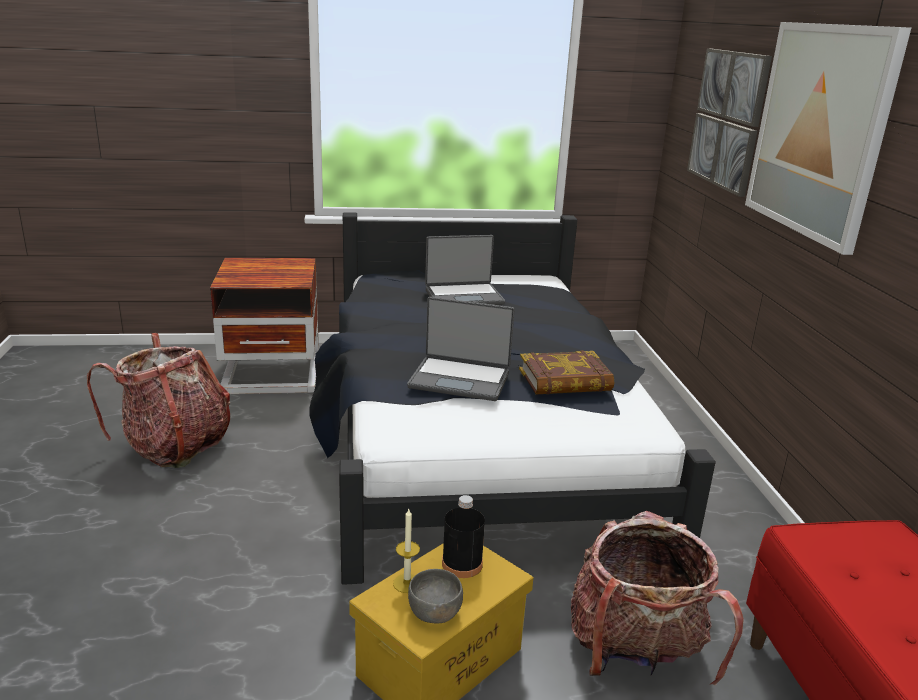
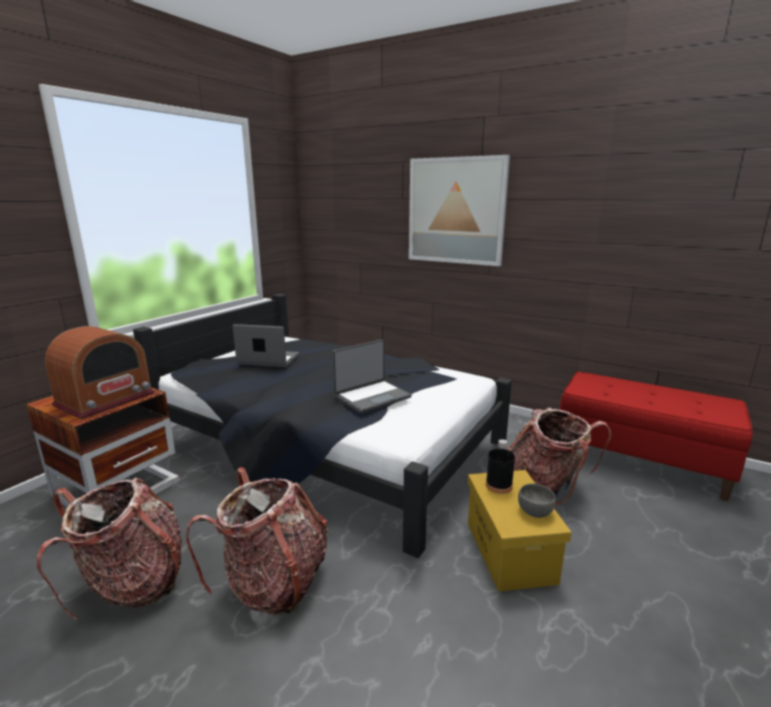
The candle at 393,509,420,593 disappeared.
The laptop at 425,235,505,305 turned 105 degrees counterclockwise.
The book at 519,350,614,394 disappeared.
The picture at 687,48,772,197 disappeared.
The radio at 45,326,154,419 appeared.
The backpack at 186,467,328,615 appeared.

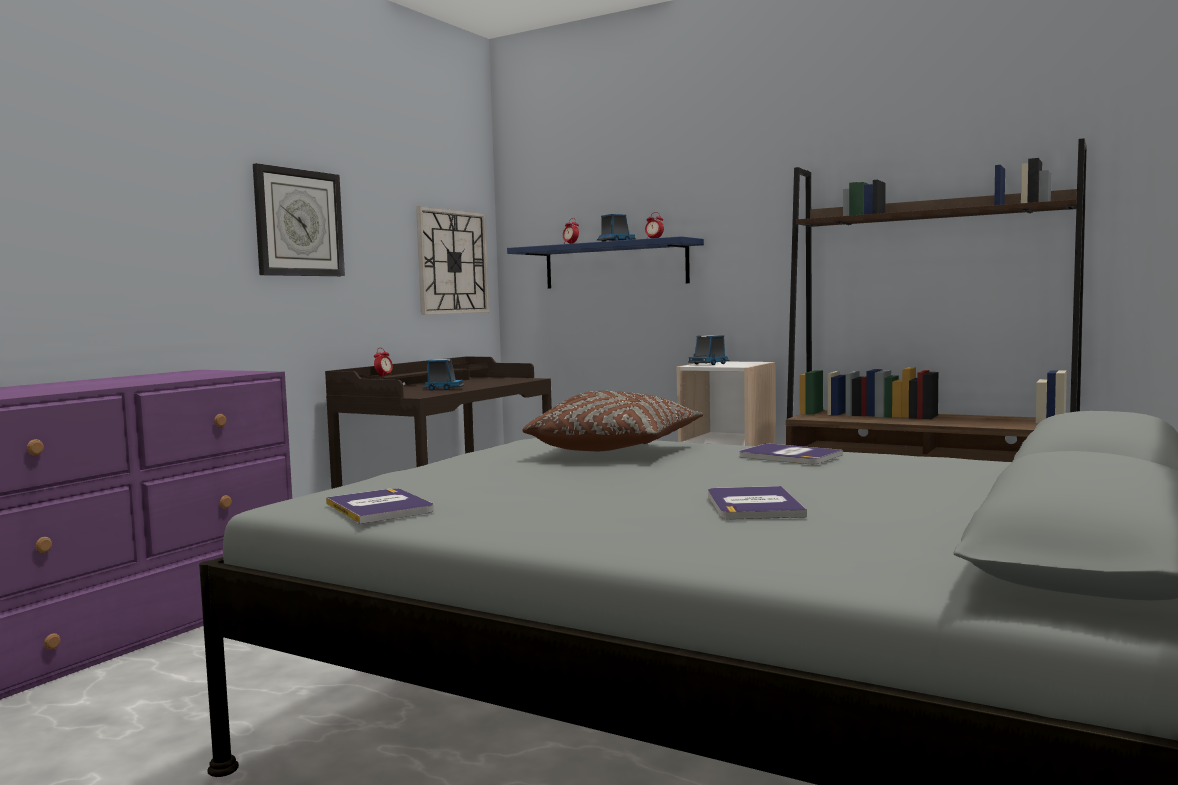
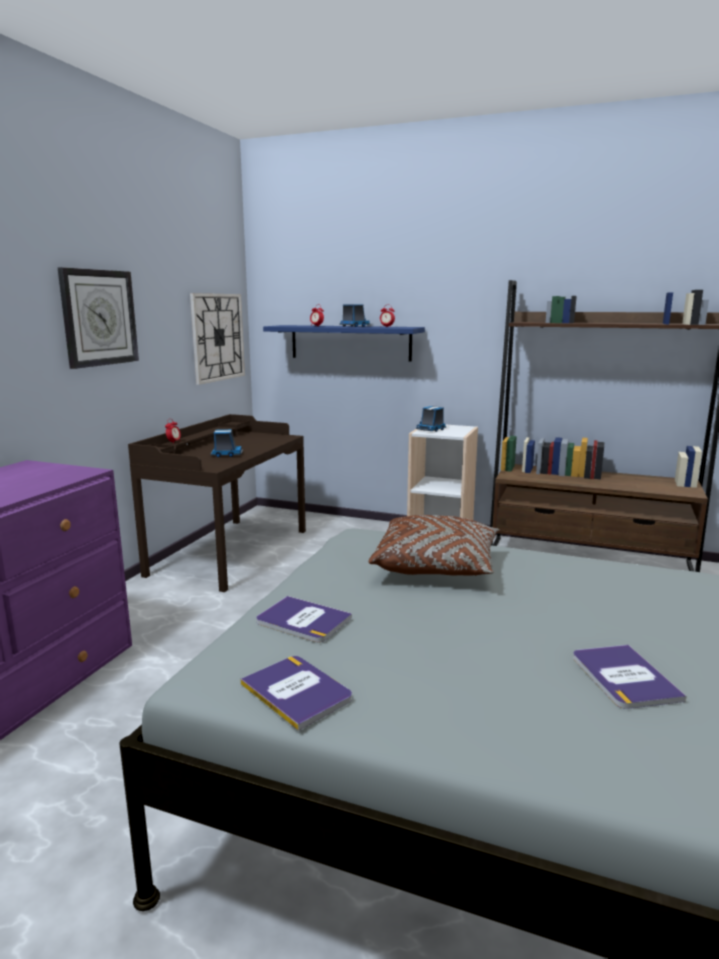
The book moved from 739,443,843,464 to 256,596,352,643.

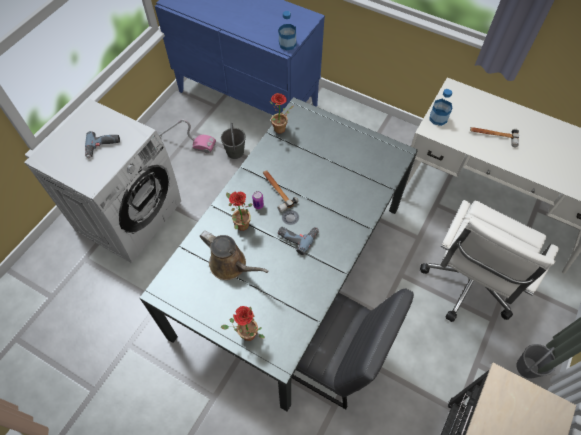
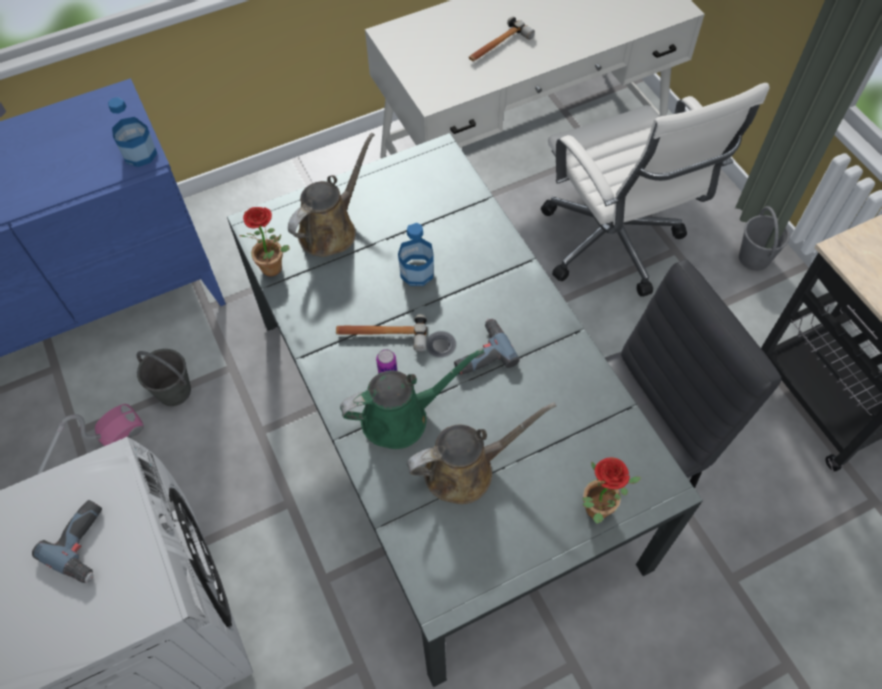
The potted plant at 226,191,252,231 was replaced by the watering can/green at 340,348,484,449.
The bottle moved from 429,89,452,126 to 398,223,434,286.
The watering can/brown at 288,133,374,257 appeared.

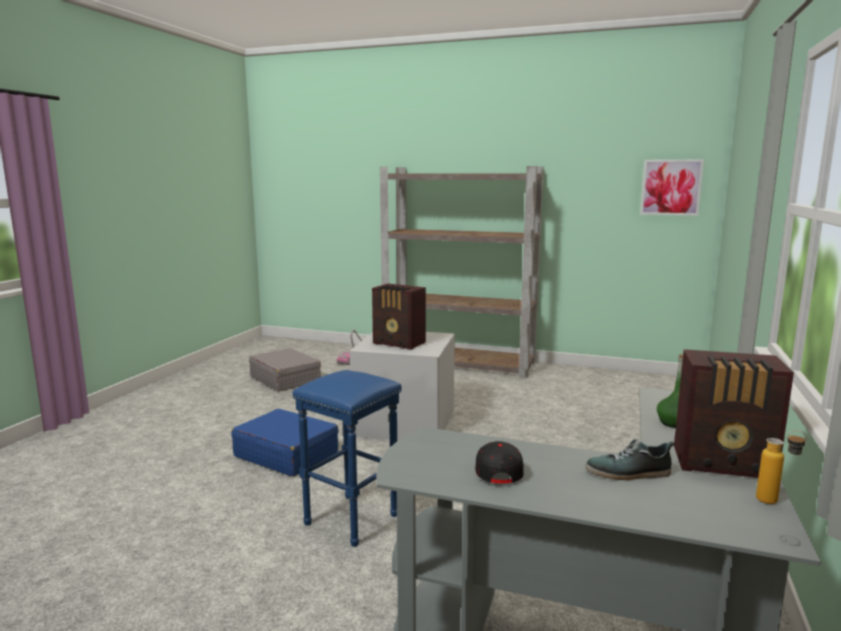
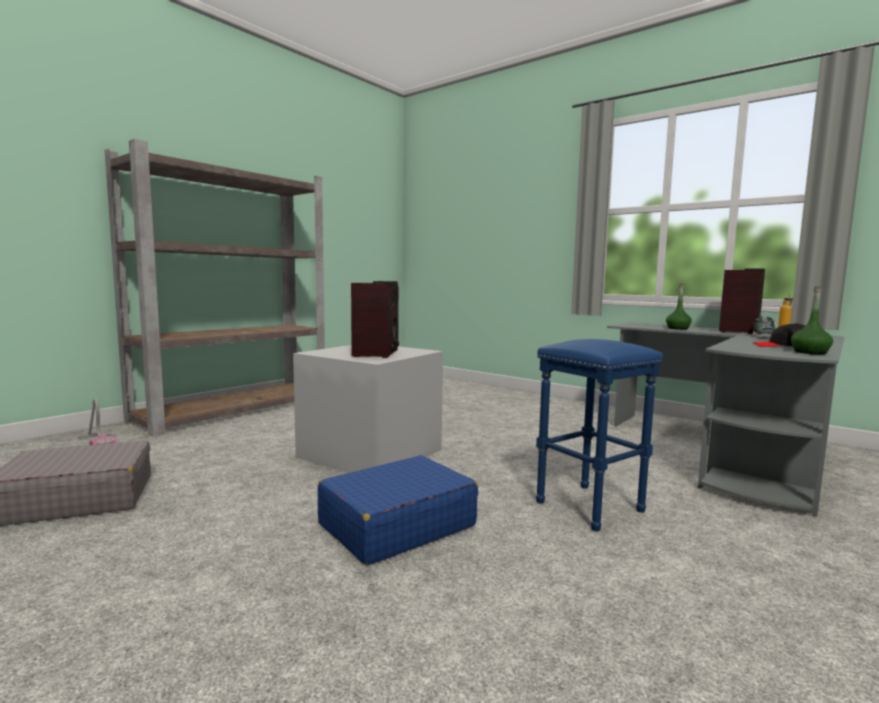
The radio at 372,284,426,350 turned 45 degrees counterclockwise.
The picture at 640,159,704,216 disappeared.
The bottle/green at 791,286,833,354 appeared.

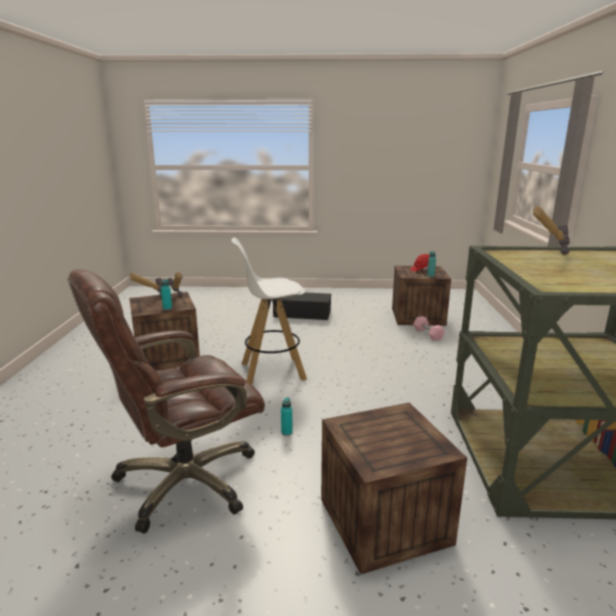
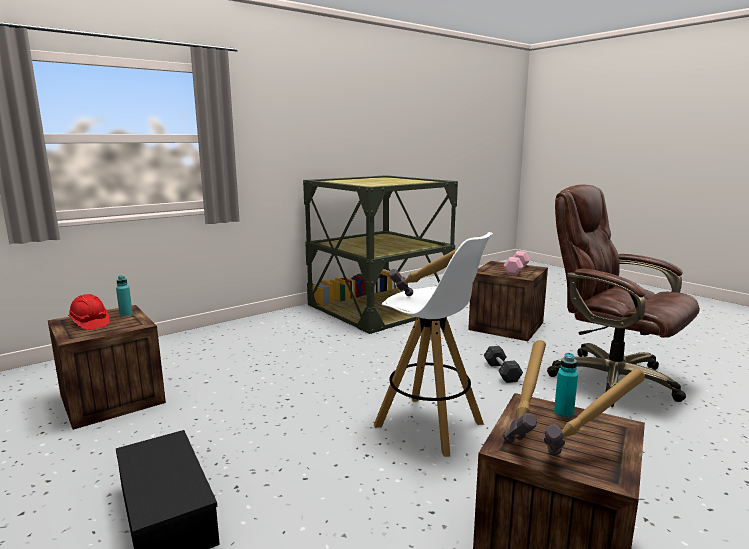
The office chair/brown at 68,269,265,534 turned 150 degrees counterclockwise.
The bottle/turquoise at 281,397,293,436 was replaced by the dumbbell/grey at 484,346,523,383.
The dumbbell/pink moved from 413,316,445,341 to 503,251,530,275.
The hammer moved from 533,206,570,255 to 389,248,458,296.

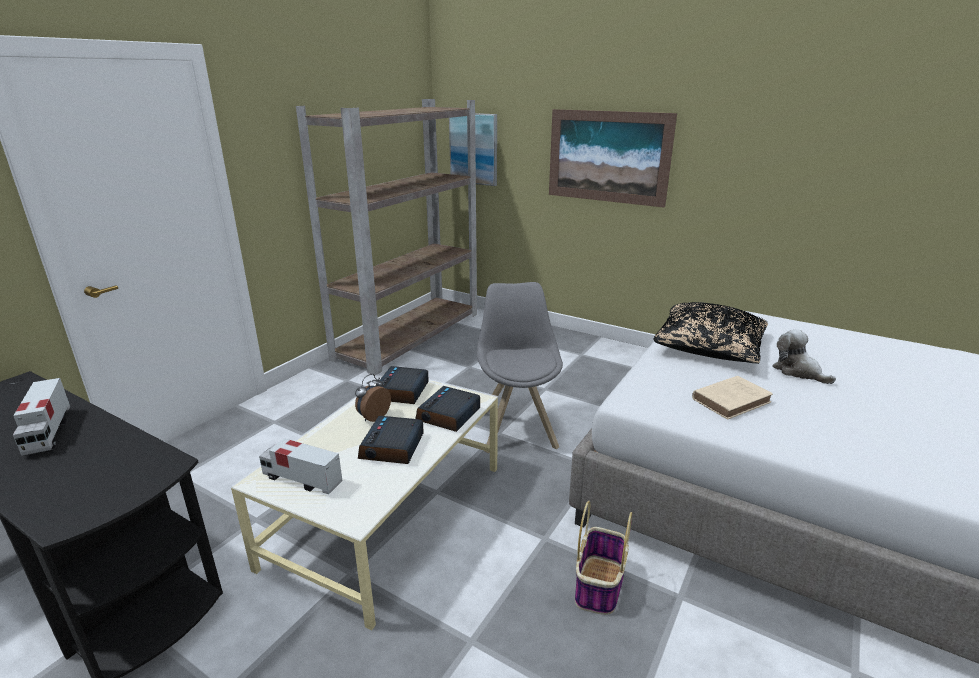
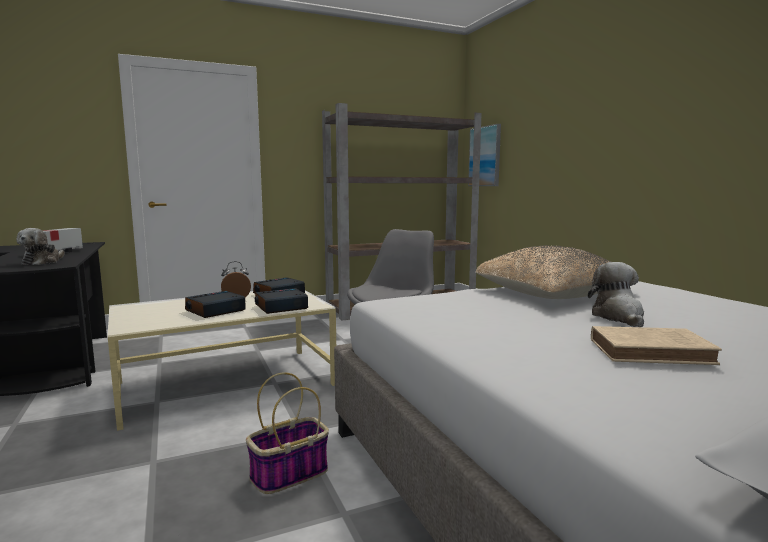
The toy truck at 259,438,342,494 disappeared.
The picture at 549,109,677,208 disappeared.
The pillow/black at 653,302,769,364 became the pillow/beige at 475,245,639,299.
The book/beige moved from 692,376,773,420 to 591,326,722,365.
The plush toy at 16,228,65,265 appeared.

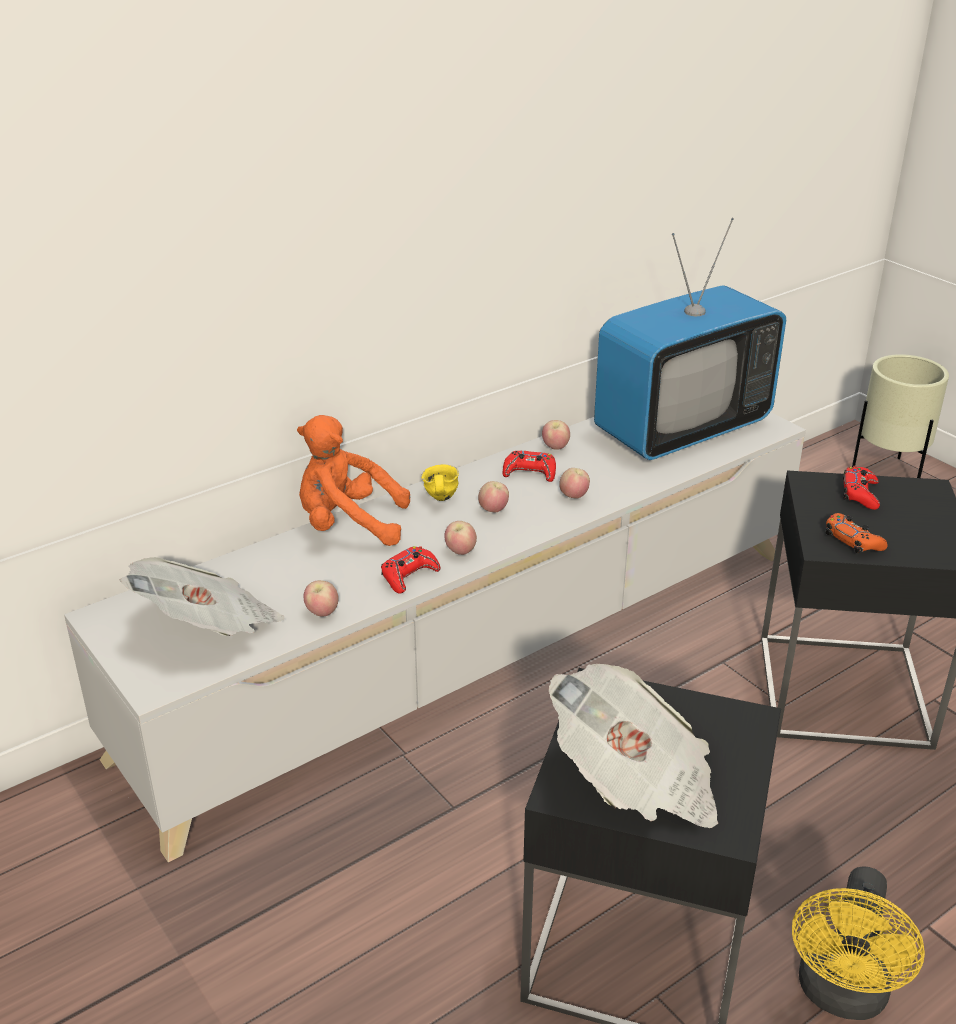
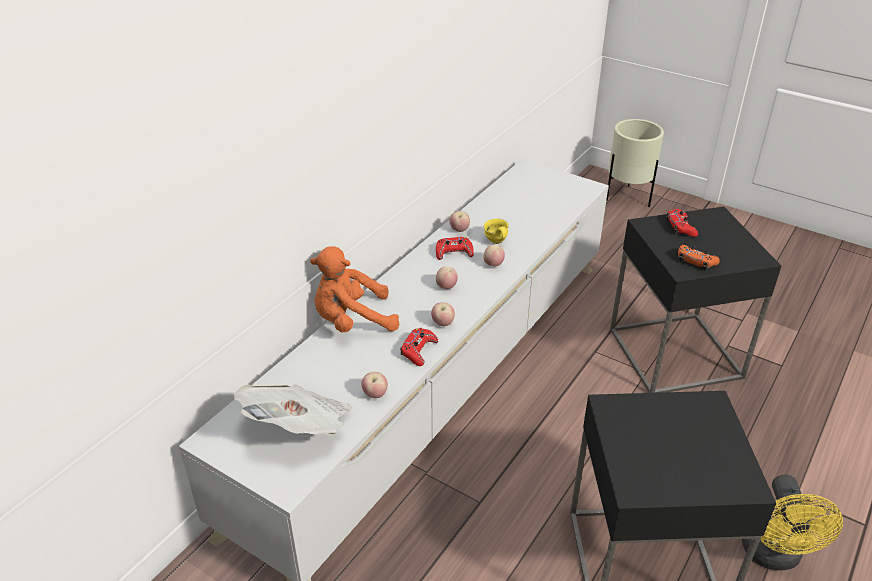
The mug/yellow moved from 421,464,459,501 to 483,219,509,244.
The newspaper at 549,664,718,828 disappeared.
The television at 594,218,786,460 disappeared.

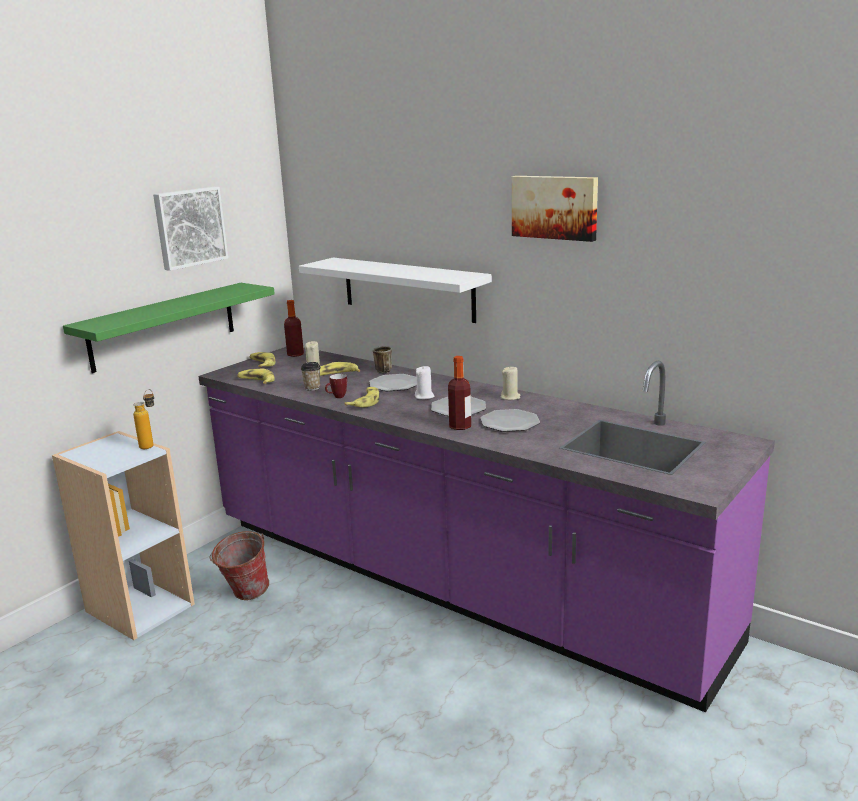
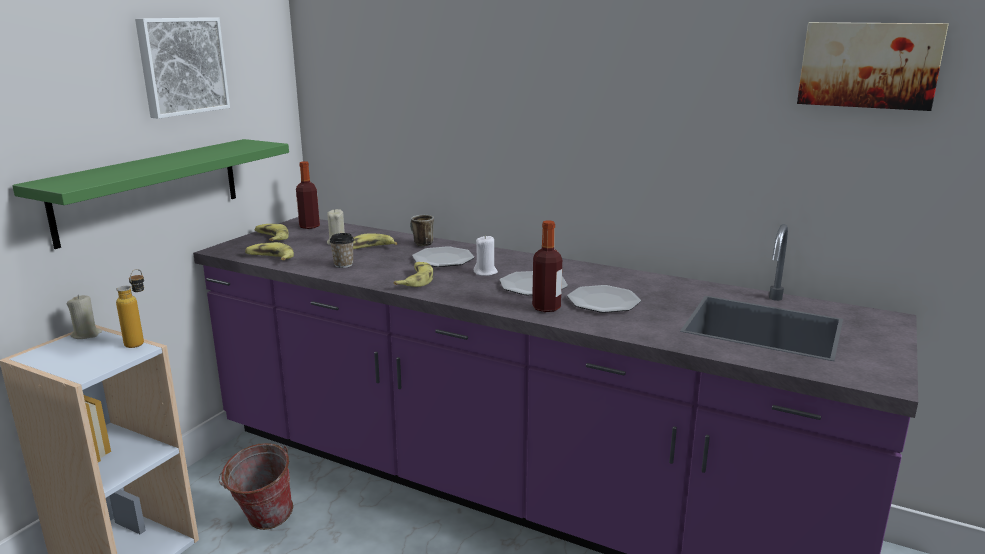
The shelf/white at 299,258,492,323 disappeared.
The mug at 325,374,347,398 disappeared.
The candle/beige moved from 500,367,520,400 to 67,295,102,339.
The picture moved from 512,176,598,242 to 797,22,949,111.

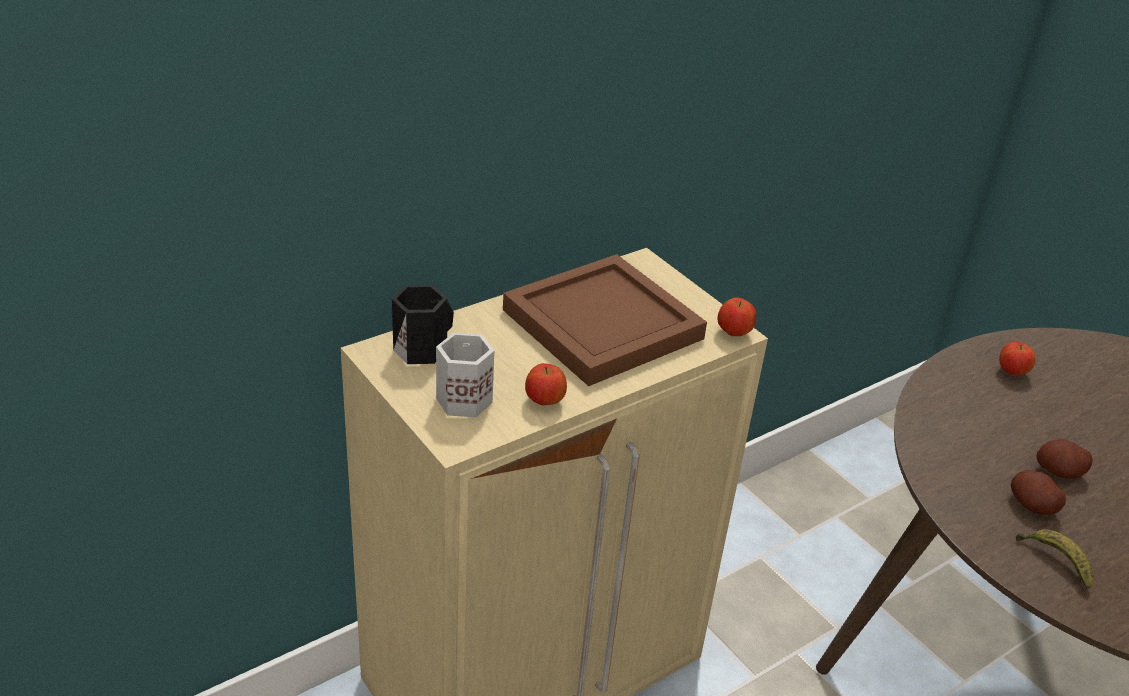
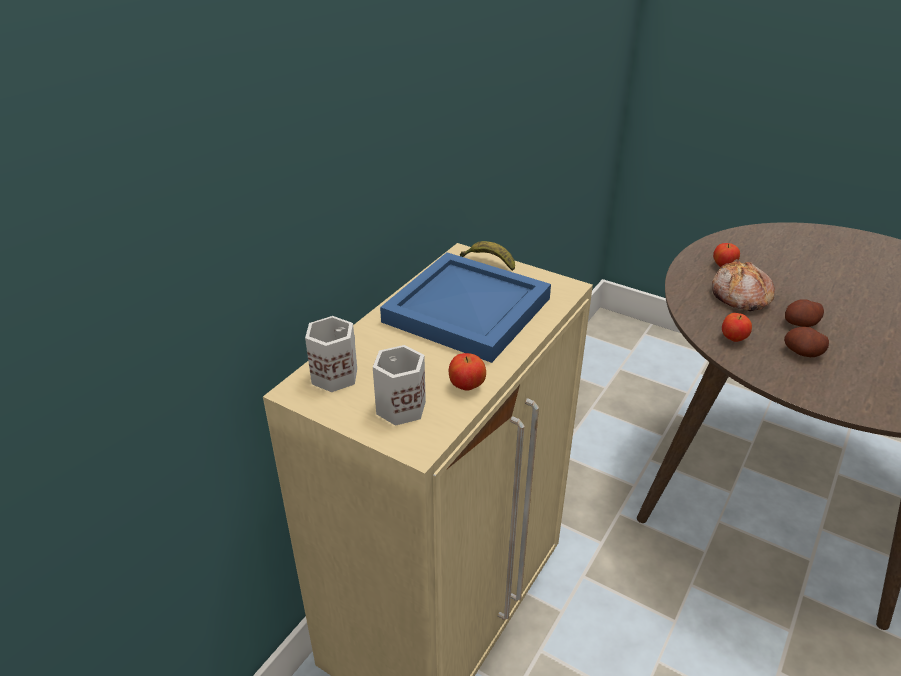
The mug/black at 392,285,454,364 became the mug/white at 305,316,357,392.
The tray/brown at 503,254,707,386 became the tray/blue at 380,252,551,363.
The apple moved from 718,297,756,336 to 722,313,752,342.
The banana moved from 1016,529,1094,589 to 460,241,515,271.
The bread at 712,259,775,311 appeared.

